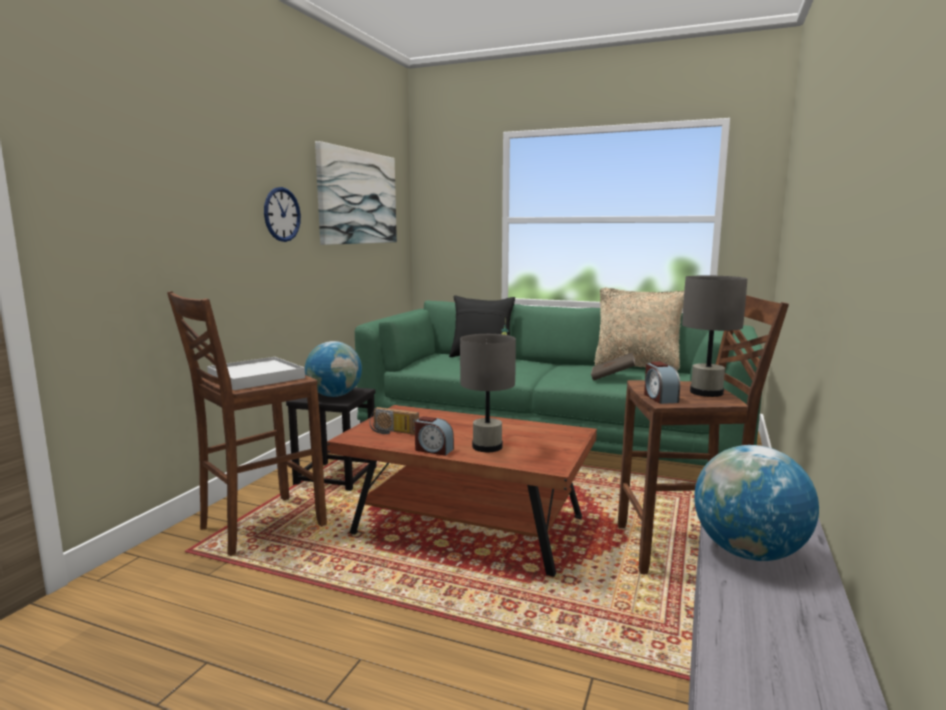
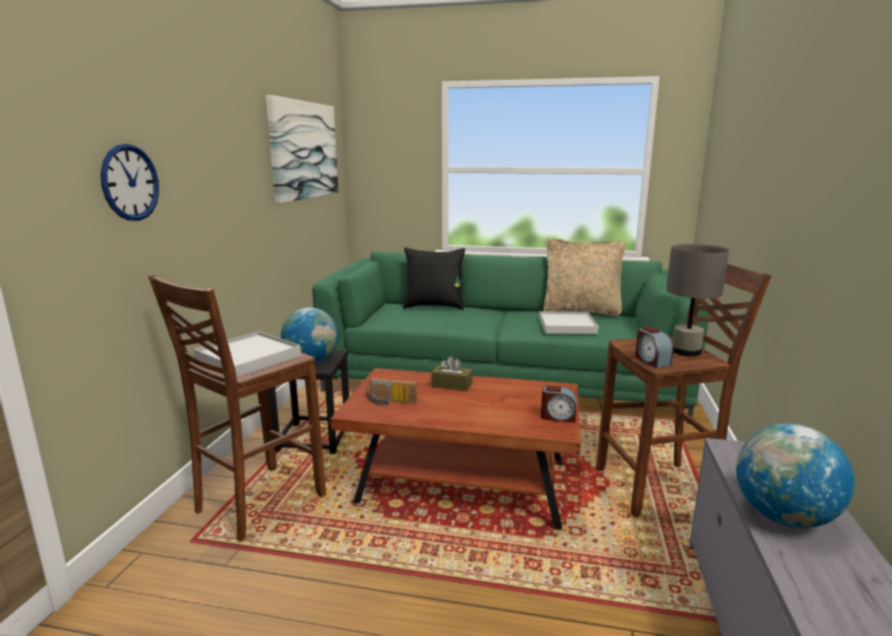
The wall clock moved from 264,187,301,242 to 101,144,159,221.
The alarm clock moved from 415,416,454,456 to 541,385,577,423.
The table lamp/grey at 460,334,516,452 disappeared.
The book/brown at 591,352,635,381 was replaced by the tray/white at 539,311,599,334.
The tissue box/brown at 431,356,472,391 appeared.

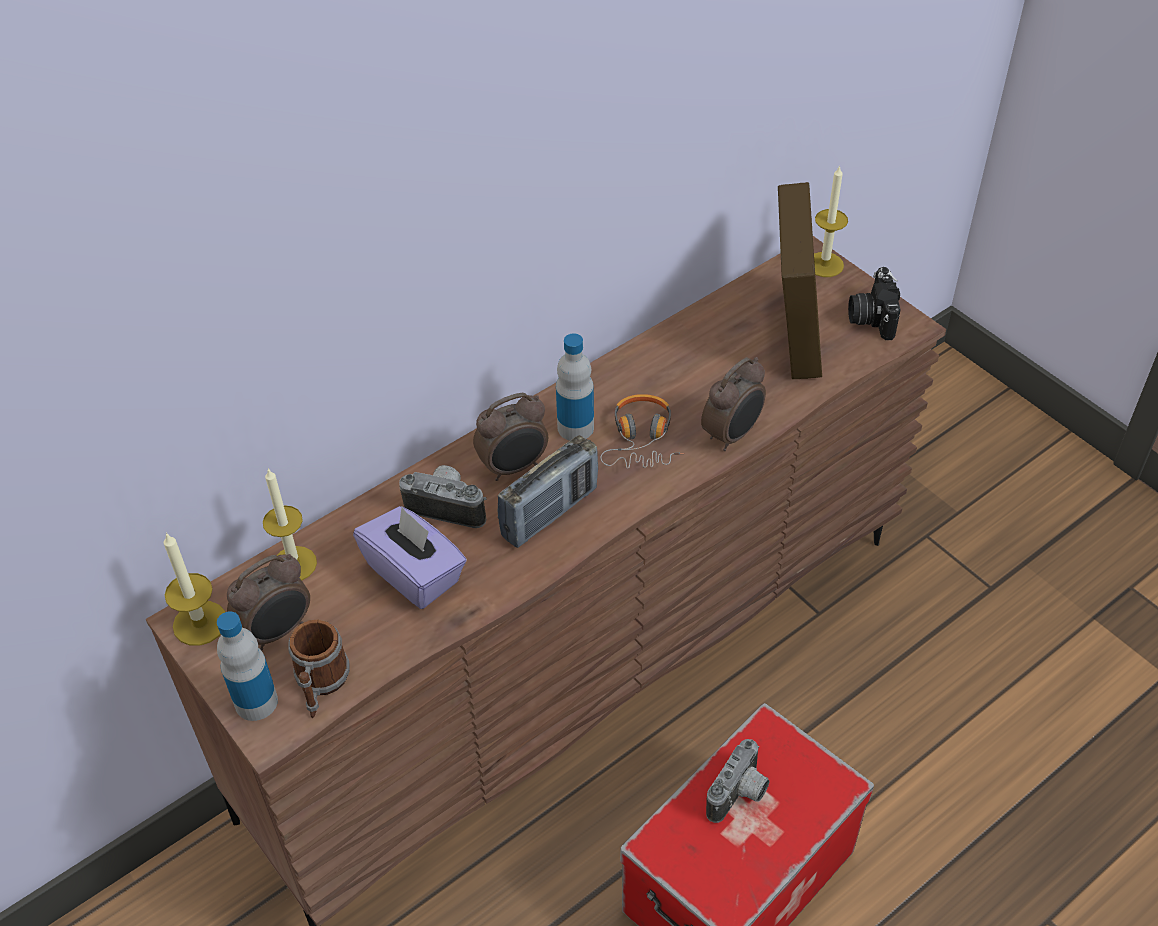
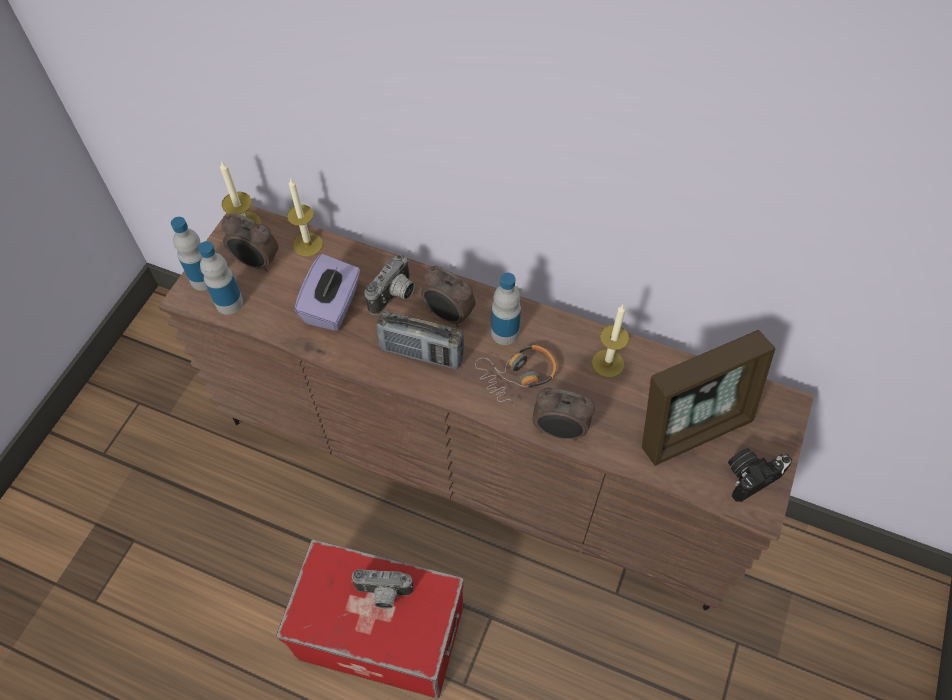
The mug at 288,619,350,718 was replaced by the bottle at 198,241,243,315.
The photo camera at 399,465,487,528 turned 45 degrees clockwise.
The candle moved from 814,165,848,277 to 592,305,629,378.

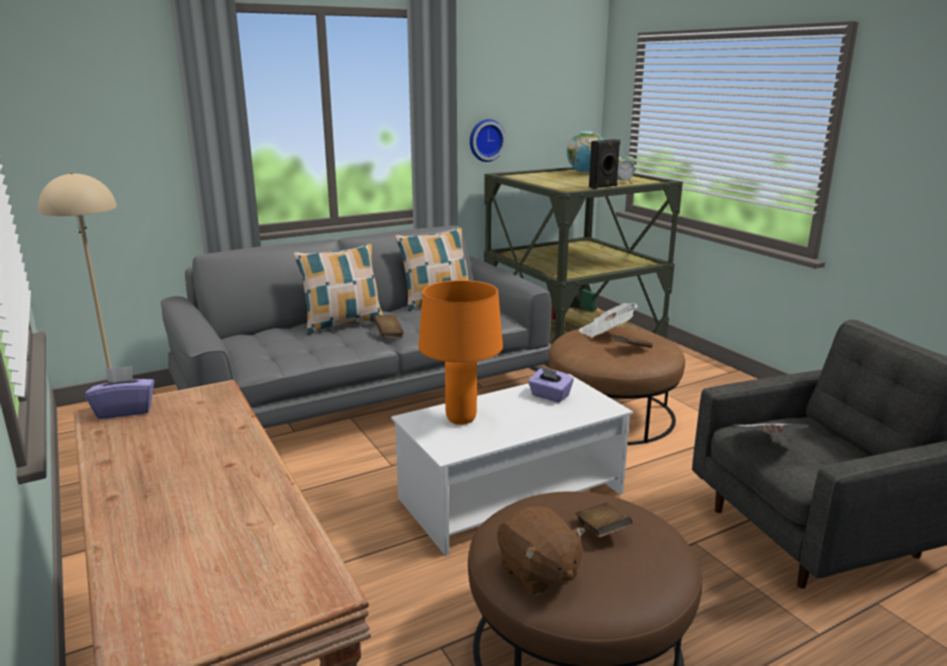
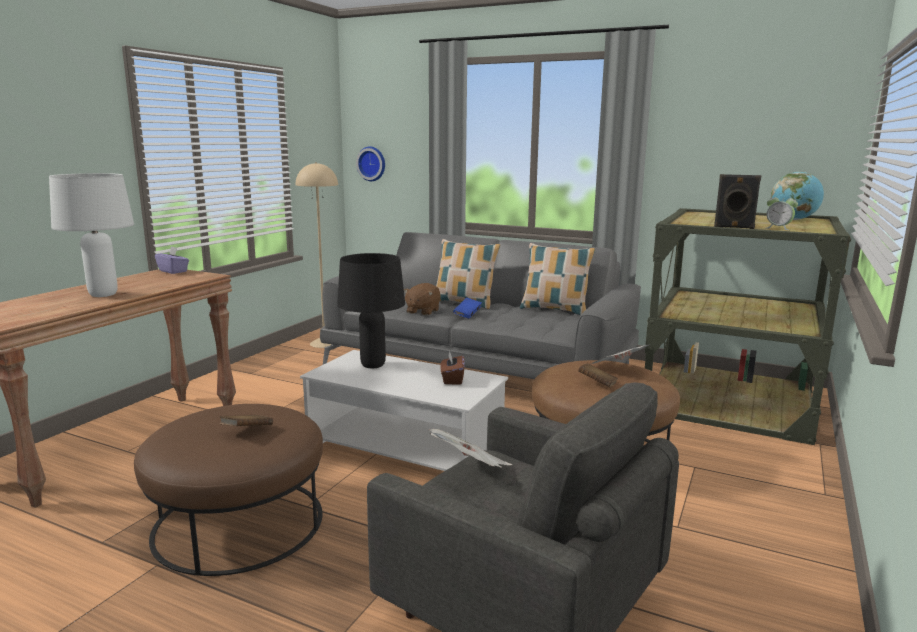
The book/brown at 373,315,404,338 became the book/blue at 453,298,482,318.
The table lamp/orange at 418,280,503,425 became the table lamp/black at 337,253,405,368.
The wall clock moved from 470,119,506,162 to 356,146,385,181.
The plush toy/brown moved from 497,506,585,595 to 404,283,441,316.
The tissue box/purple at 528,367,574,402 became the tissue box/brown at 441,351,465,384.
The table lamp/white at 49,173,134,297 appeared.

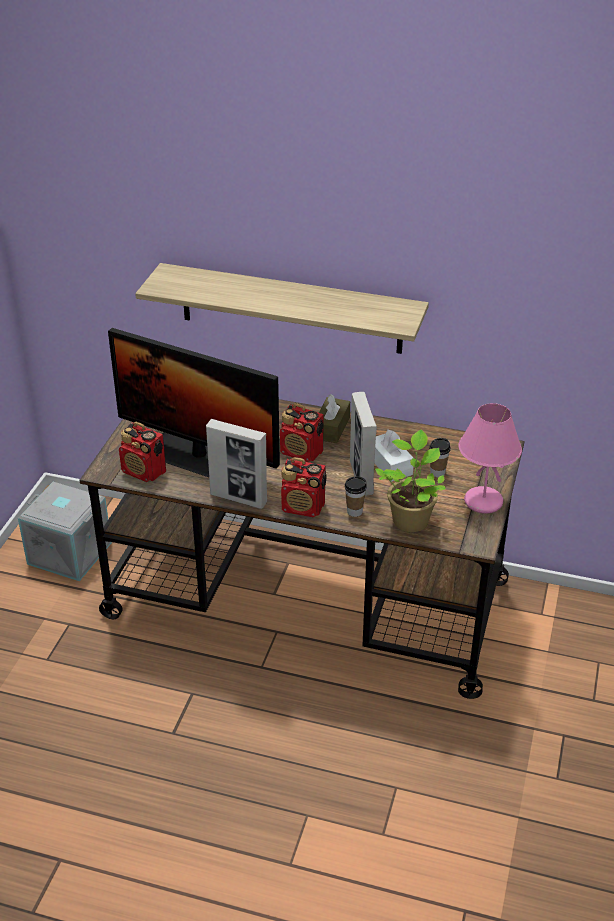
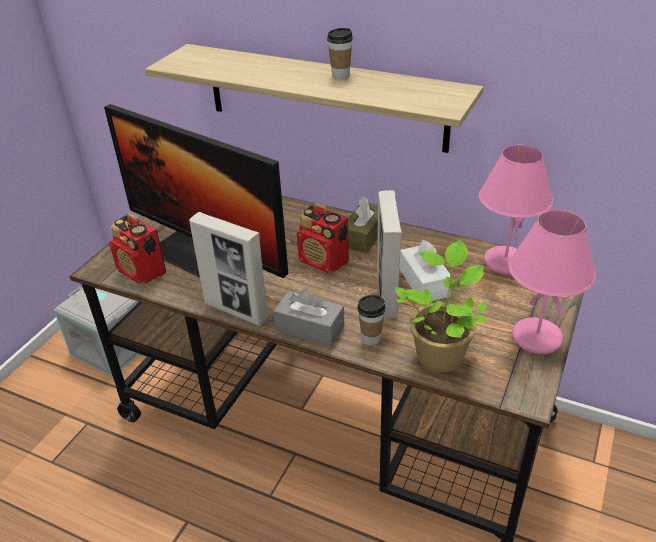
The radio at 281,457,327,517 was replaced by the tissue box/grey at 273,289,344,347.
The cup moved from 429,438,451,478 to 327,28,353,79.
The table lamp/pink at 479,145,553,275 appeared.

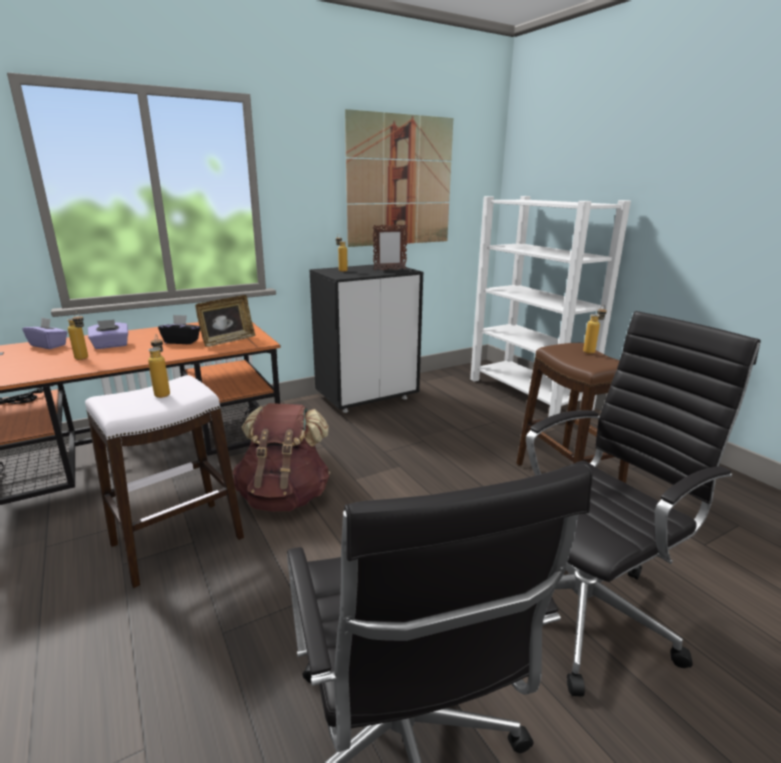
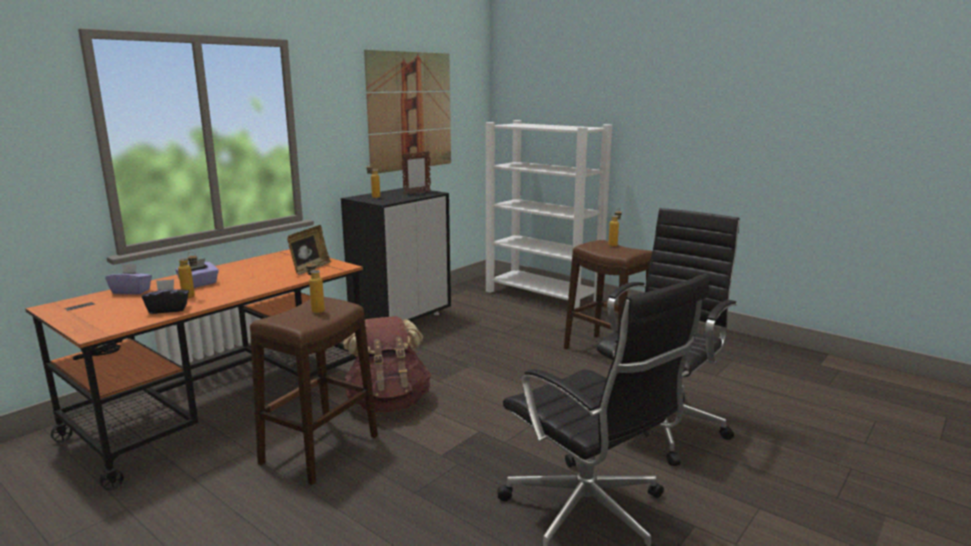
The stool/white at 85,375,244,588 became the stool/brown at 250,297,378,485.
The tissue box/black moved from 158,315,200,344 to 142,279,189,314.

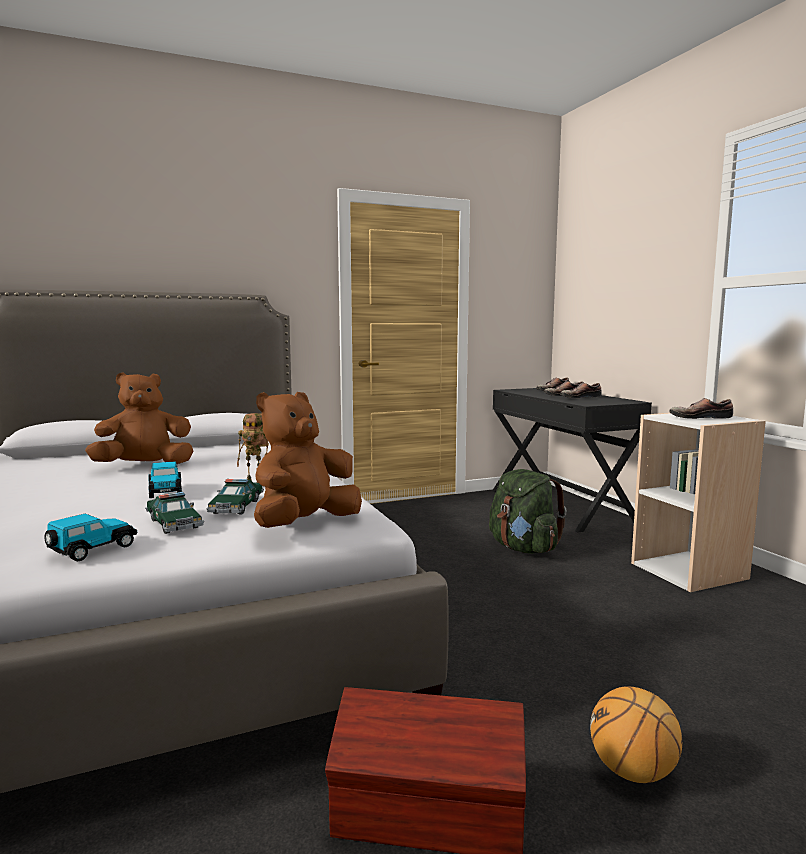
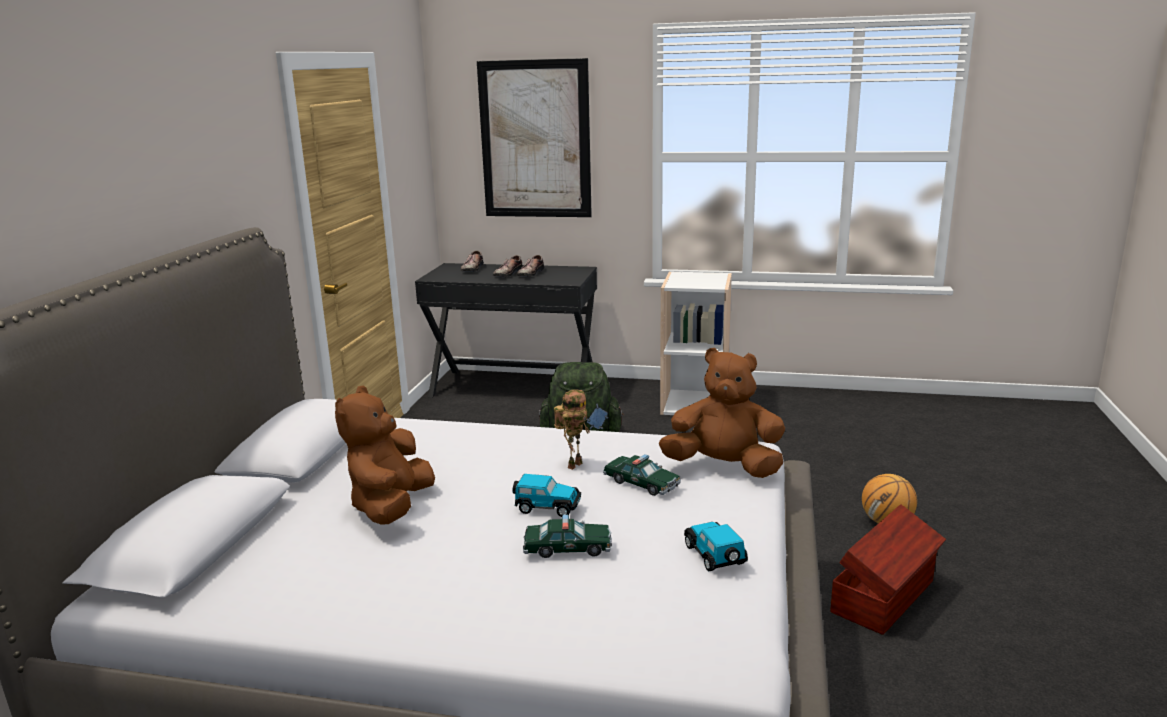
The toy car moved from 145,492,204,534 to 523,515,612,558.
The plush toy/brown at 254,392,362,528 turned 120 degrees clockwise.
The shoe at 670,398,733,419 disappeared.
The picture at 477,58,592,217 appeared.

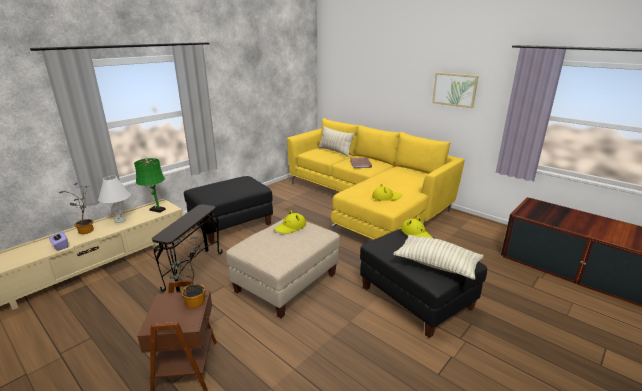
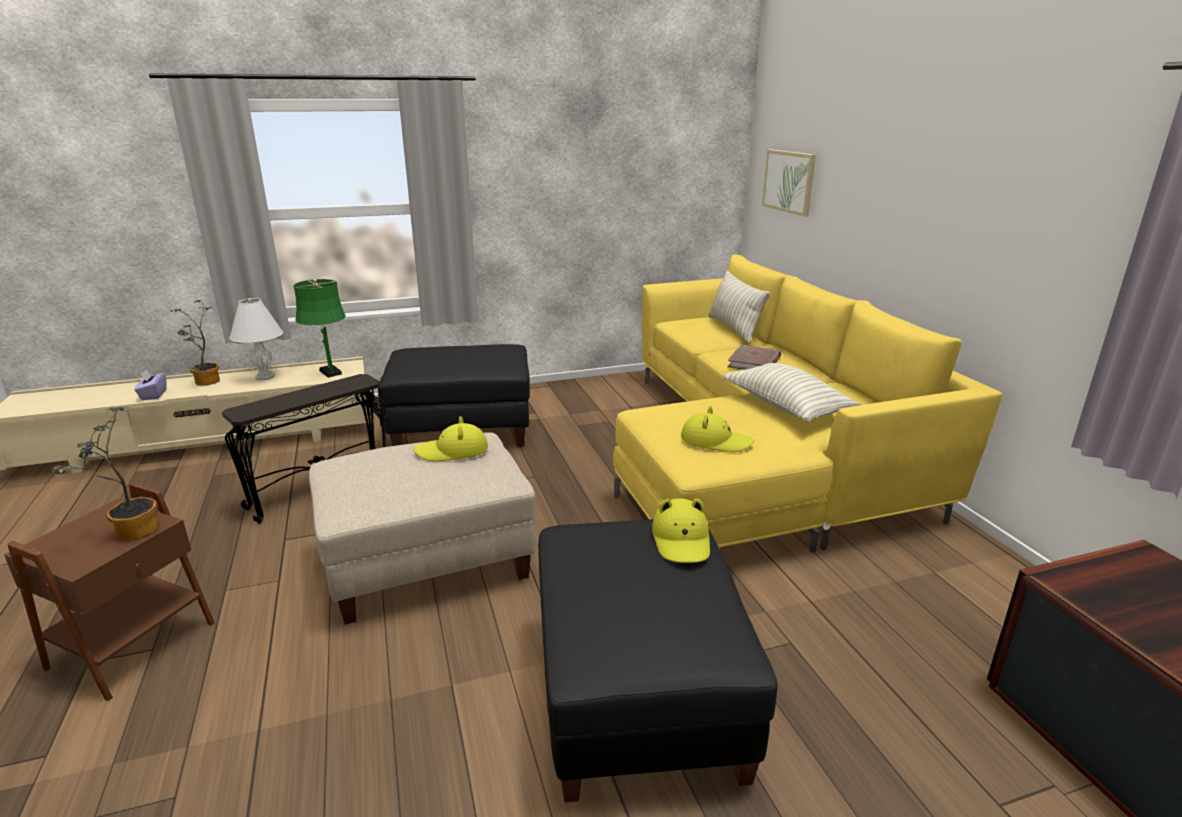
The pillow moved from 393,235,484,280 to 722,363,861,422.
The picture moved from 432,72,478,108 to 762,149,816,217.

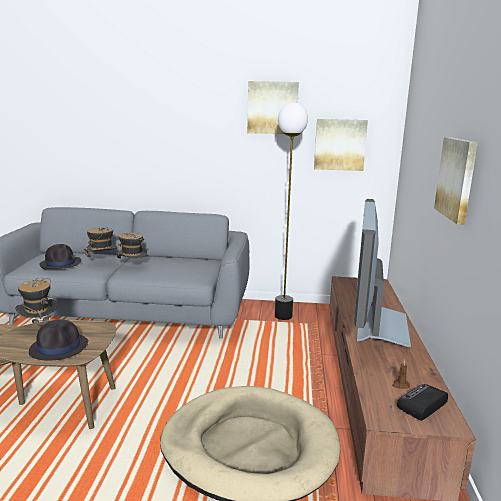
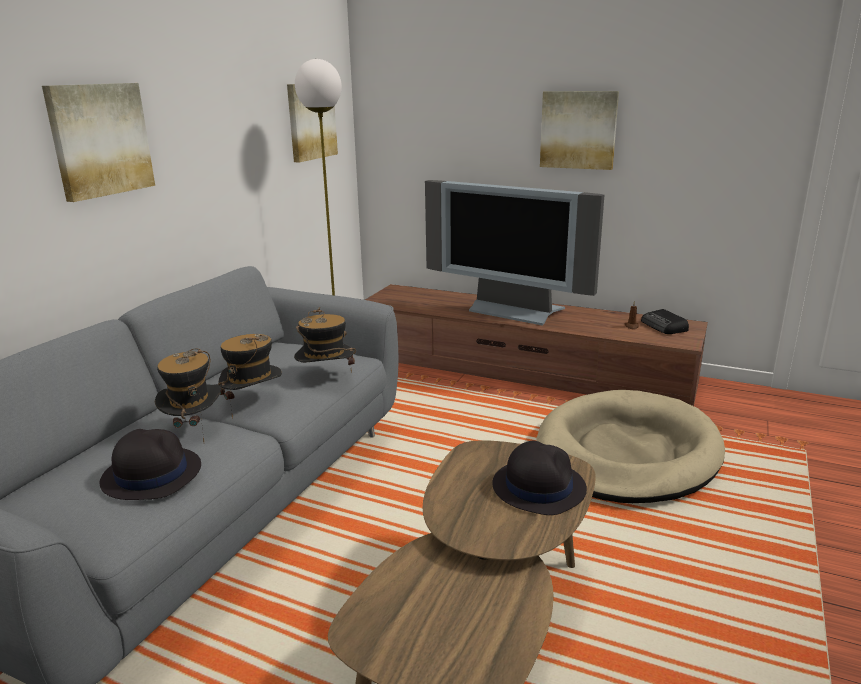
The hat moved from 15,278,57,325 to 294,307,356,373.
The picture moved from 247,81,299,134 to 42,83,155,202.

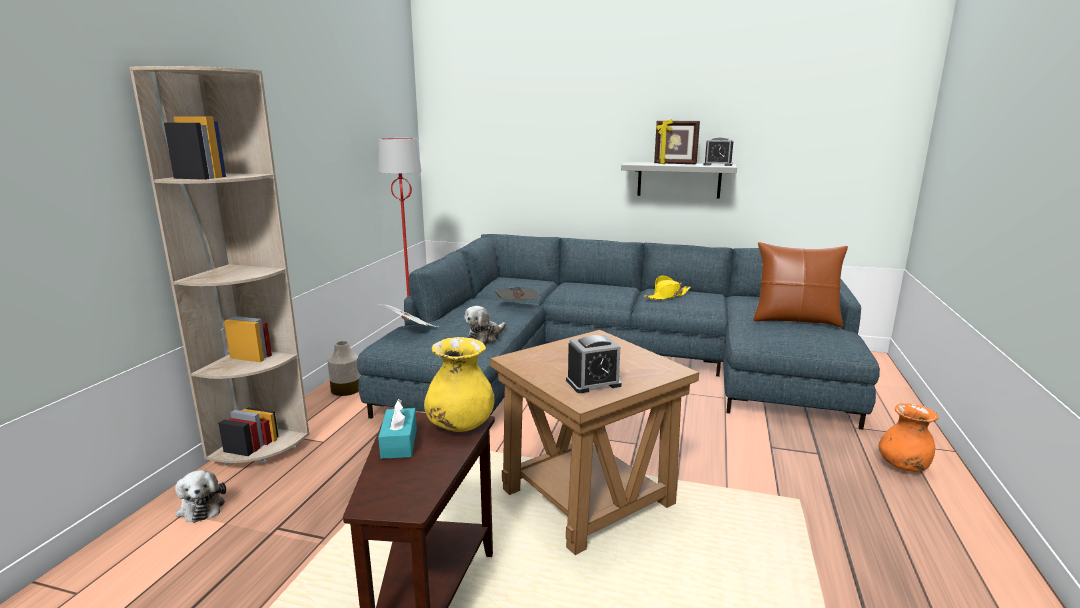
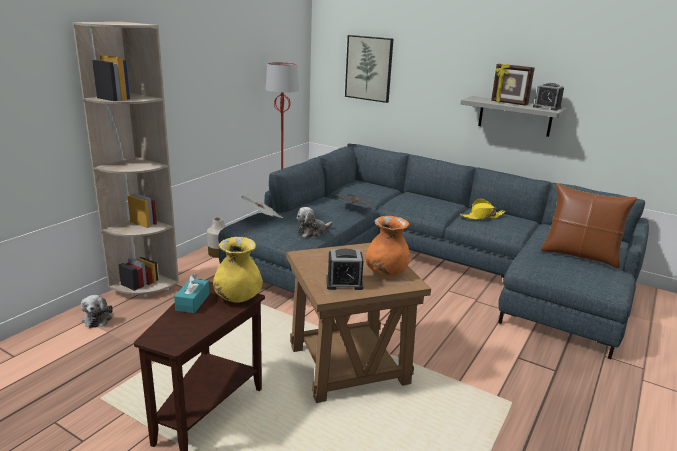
The vase/orange moved from 878,403,939,472 to 365,216,410,276.
The picture at 345,35,393,103 appeared.

